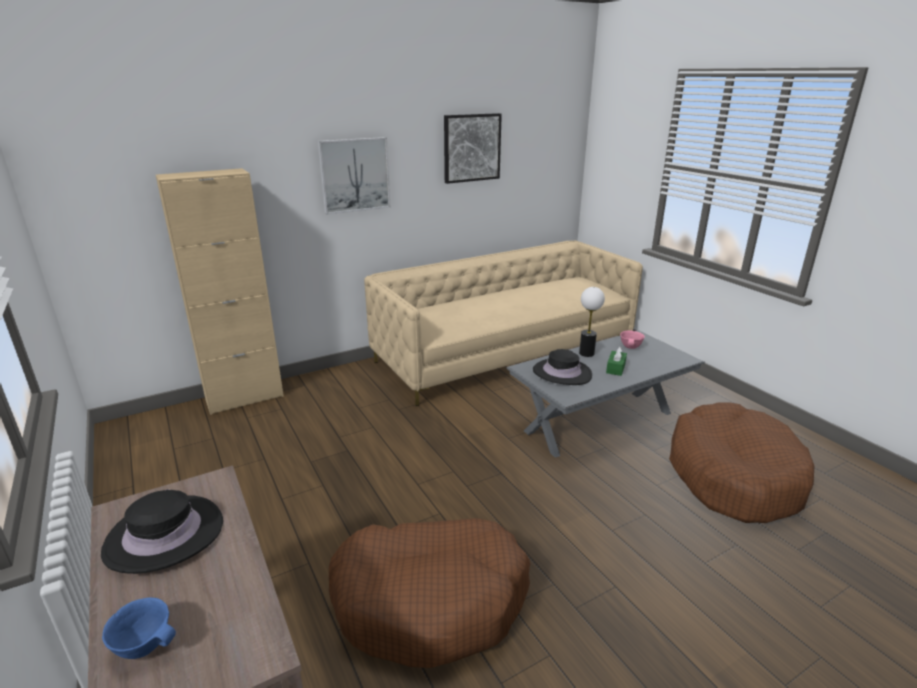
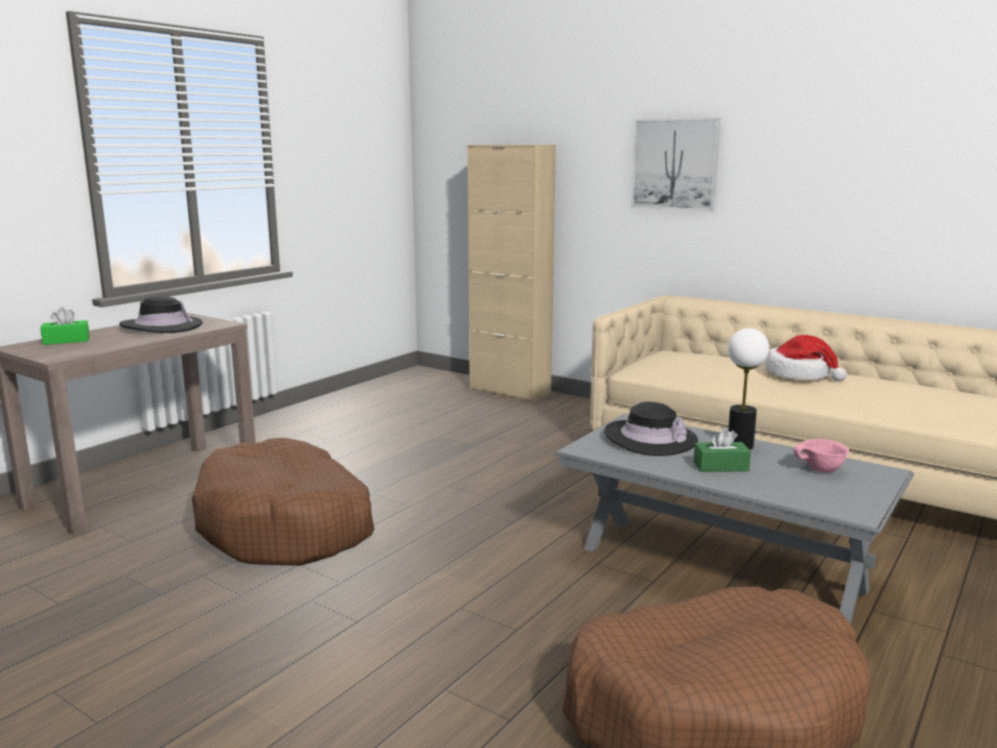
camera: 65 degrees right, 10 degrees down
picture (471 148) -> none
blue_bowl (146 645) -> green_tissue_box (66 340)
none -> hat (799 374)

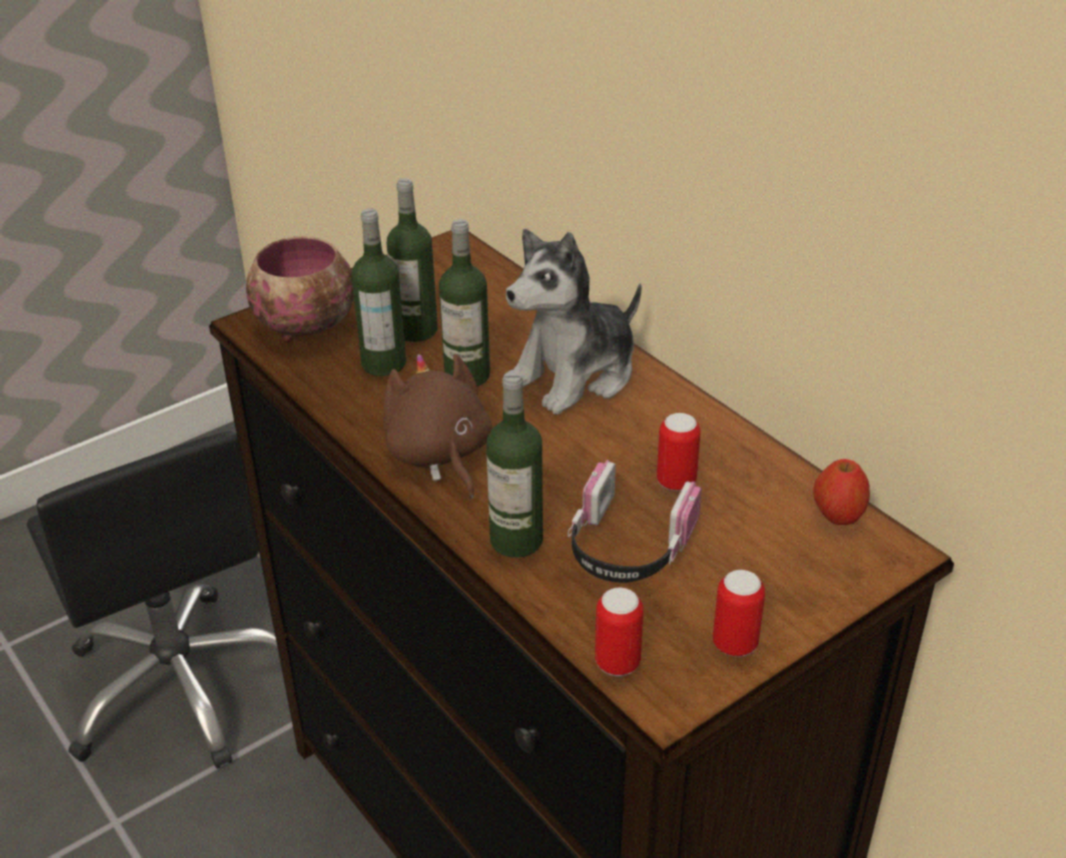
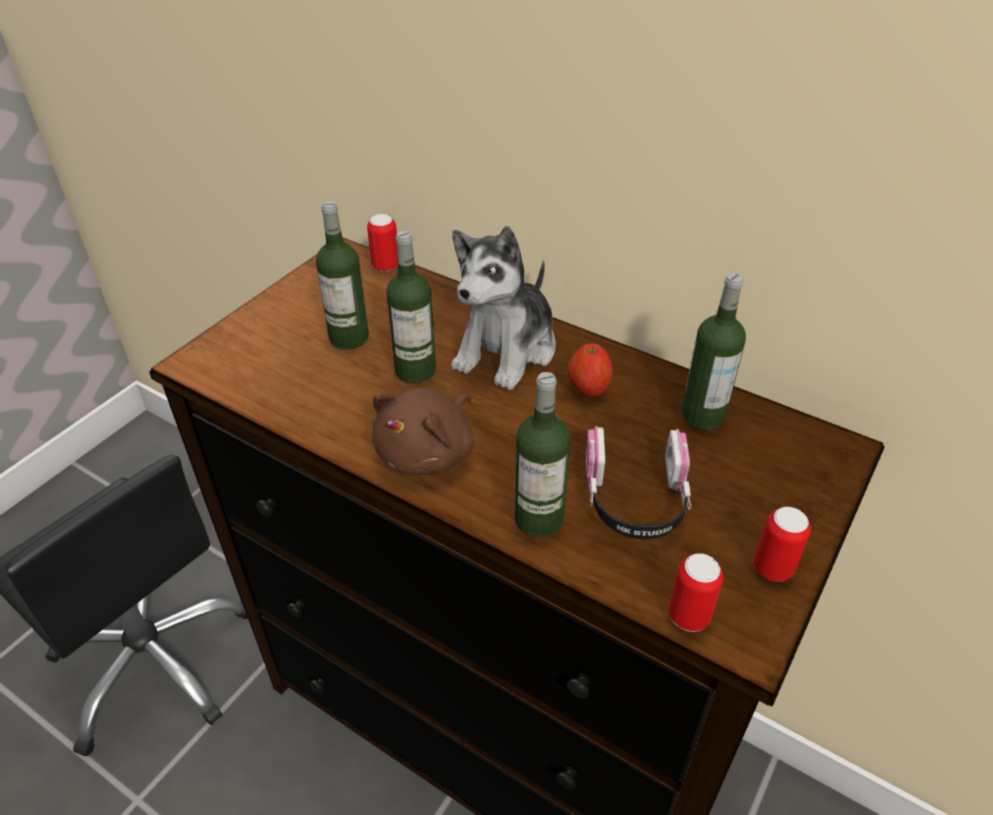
camera: 20 degrees left, 5 degrees up
bottle (384 363) -> bottle (702 415), shifted
bowl (309 326) -> none
brown_plush_toy (439 455) -> brown_plush_toy (428 452), 105 degrees counterclockwise
can (676 482) -> can (385 266), shifted
apple (838 516) -> apple (588 389), shifted

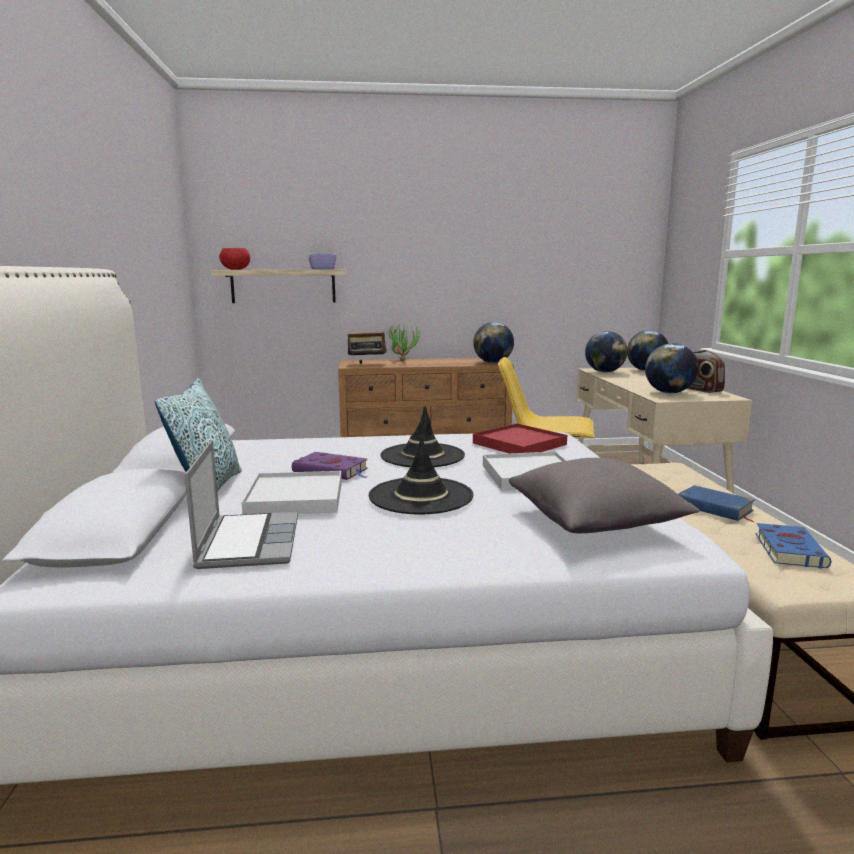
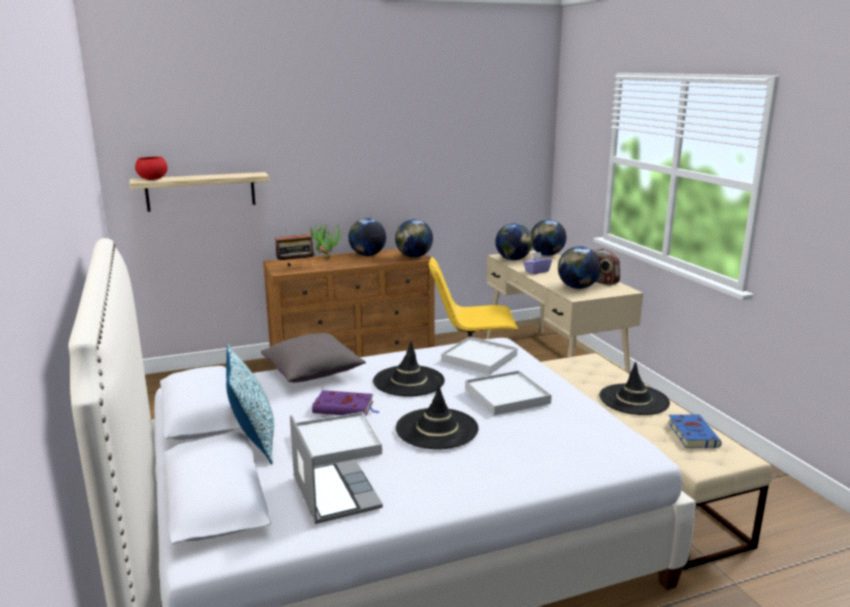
camera: 15 degrees left, 5 degrees up
purple_tissue_box (322 269) -> purple_tissue_box (537 271), shifted
red_tray (519 444) -> white_tray (479 358)
grey_pillow (595 522) -> grey_pillow (313 373), shifted
blue_book (714 508) -> black_hat (634 400)
none -> globe (367 255)

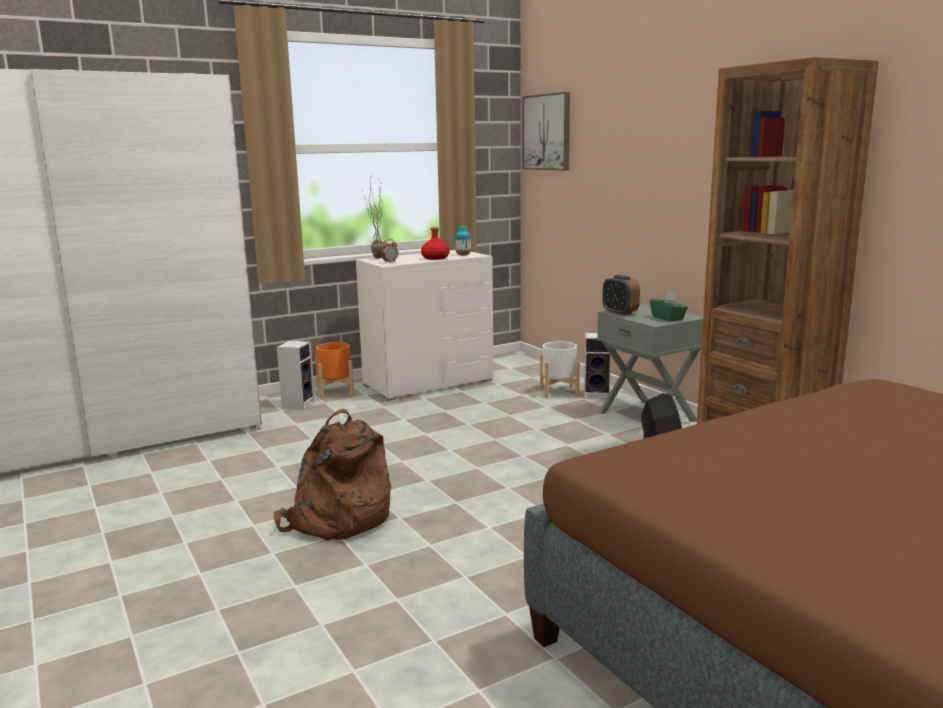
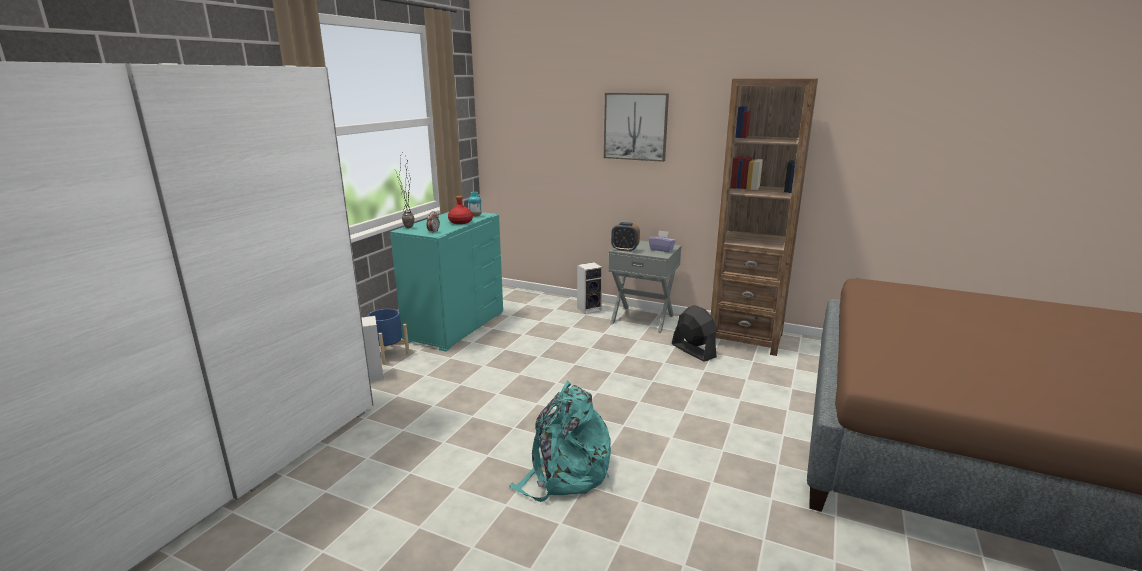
camera: 35 degrees left, 5 degrees up
picture (547 132) -> picture (635 126), shifted
white_dresser (428 382) -> turquoise_dresser (454 326)
green_tissue_box (668 318) -> purple_tissue_box (661 249)
white_planter (559 392) -> none
orange_planter (335 392) -> blue_planter (388 354)
brown_backpack (337 519) -> turquoise_backpack (564 472)

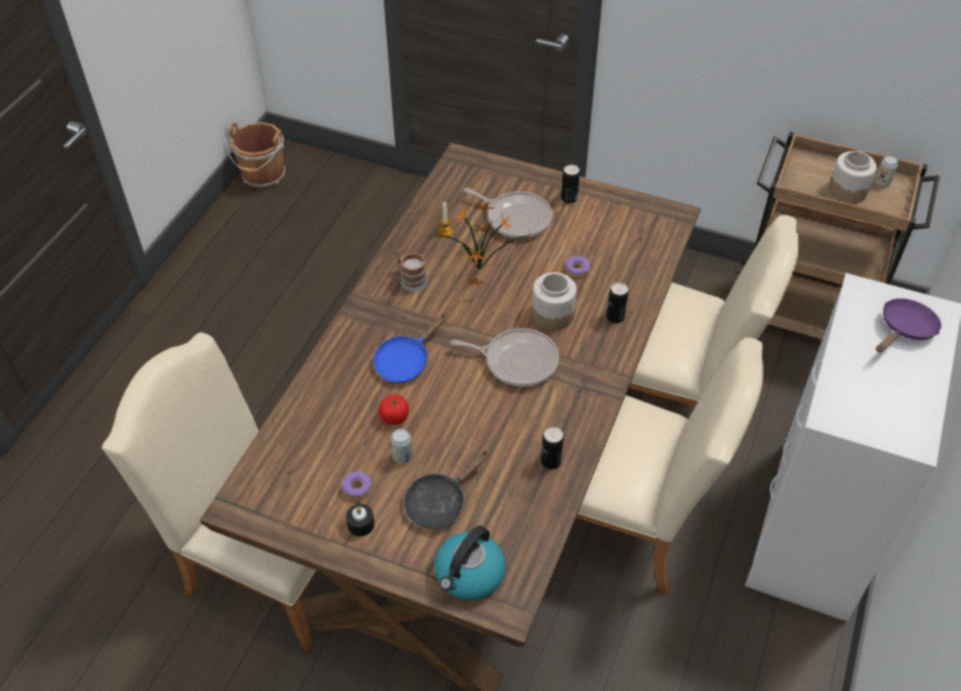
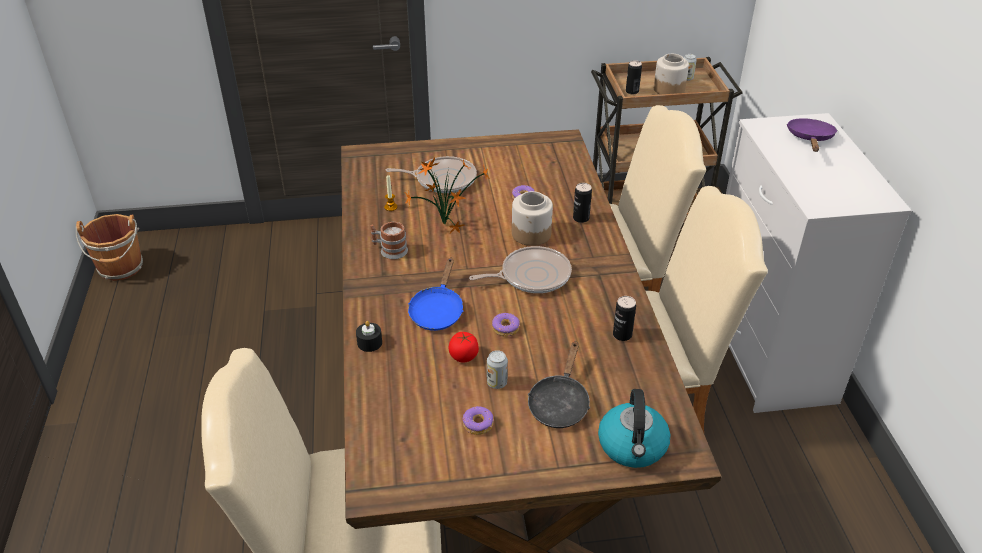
camera: 30 degrees left, 10 degrees down
can (569 198) -> can (632 91), shifted
black_candle (361 524) -> black_candle (369 343), shifted
none -> donut (506 328)

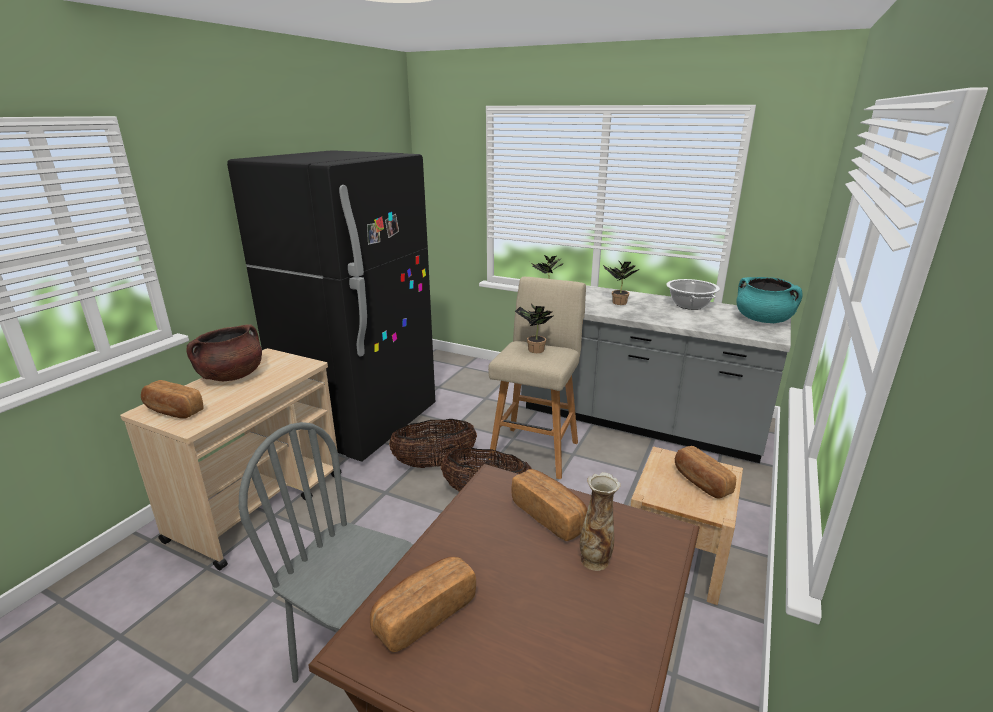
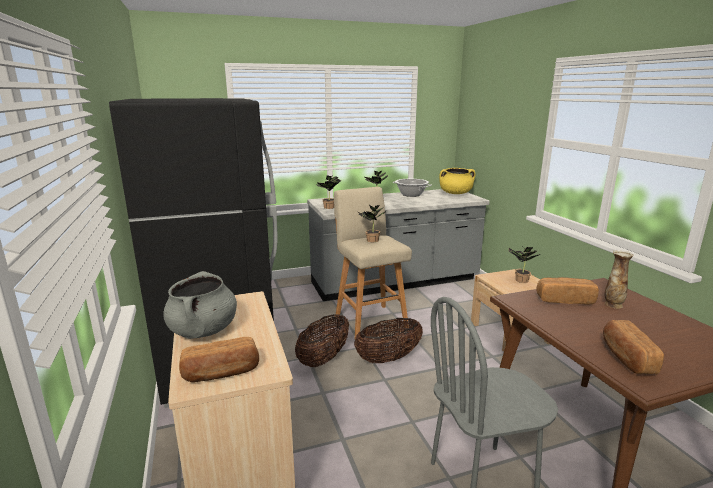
camera: 45 degrees left, 5 degrees down
turquoise_cooking_pot (763 320) -> yellow_cooking_pot (455 193)
brown_cooking_pot (231 376) -> grey_cooking_pot (203 330)
bread (700 482) -> potted_plant (520 280)

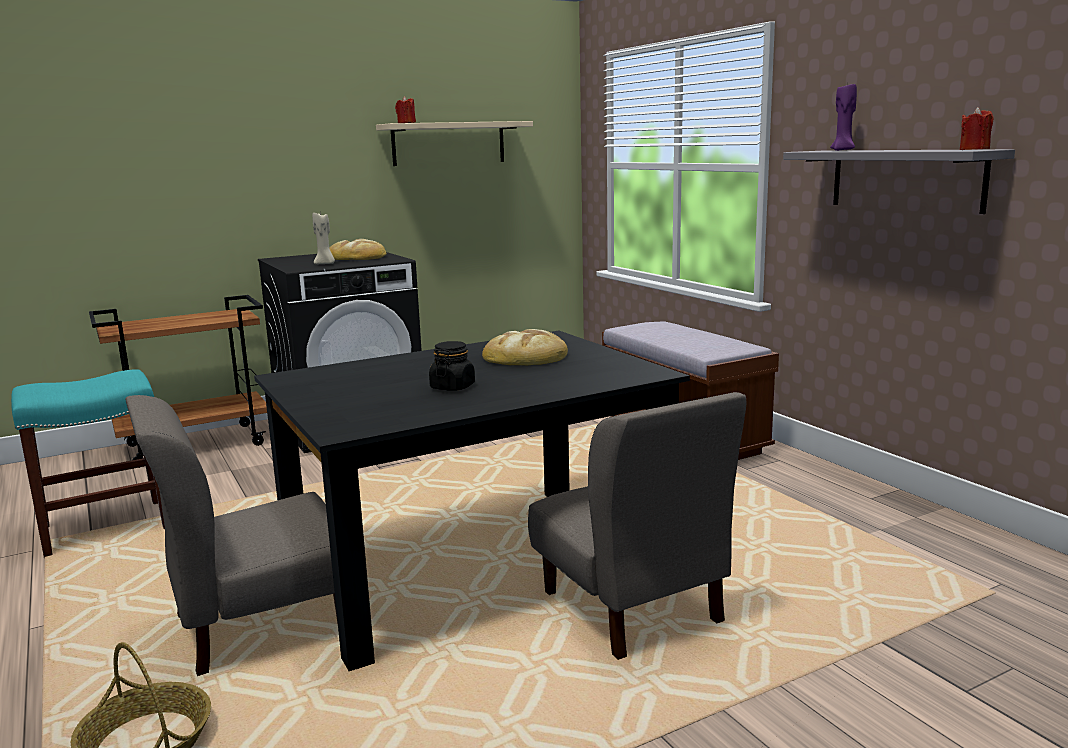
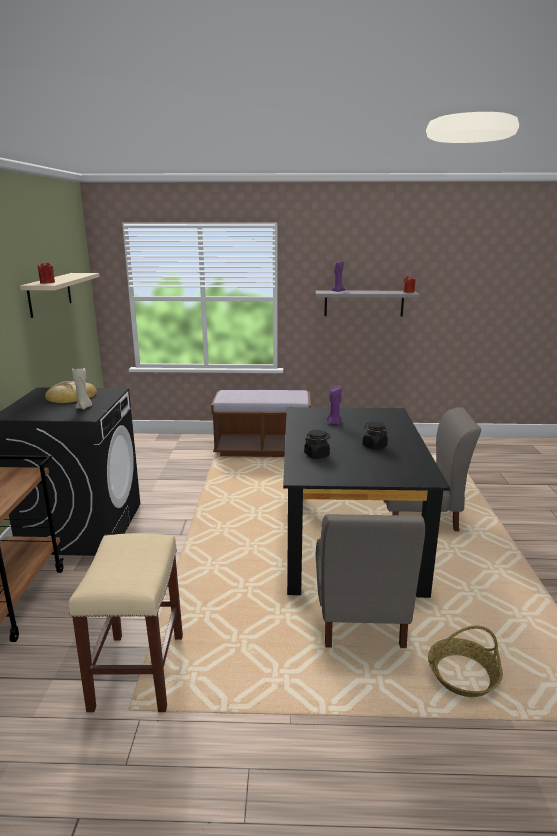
camera: 60 degrees left, 5 degrees up
bread (526 356) -> purple_candle (334 423)
turquoise_stool (107 526) -> beige_stool (138 670)
none -> black_jar (317 455)

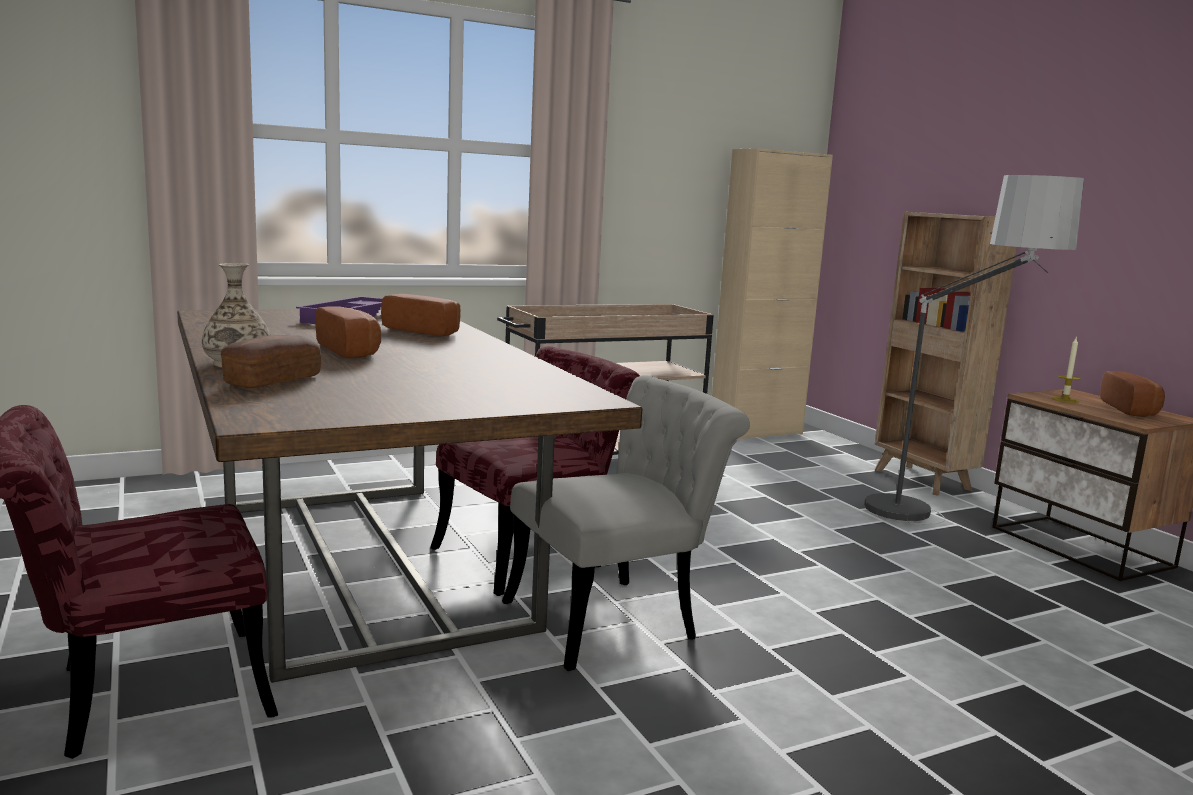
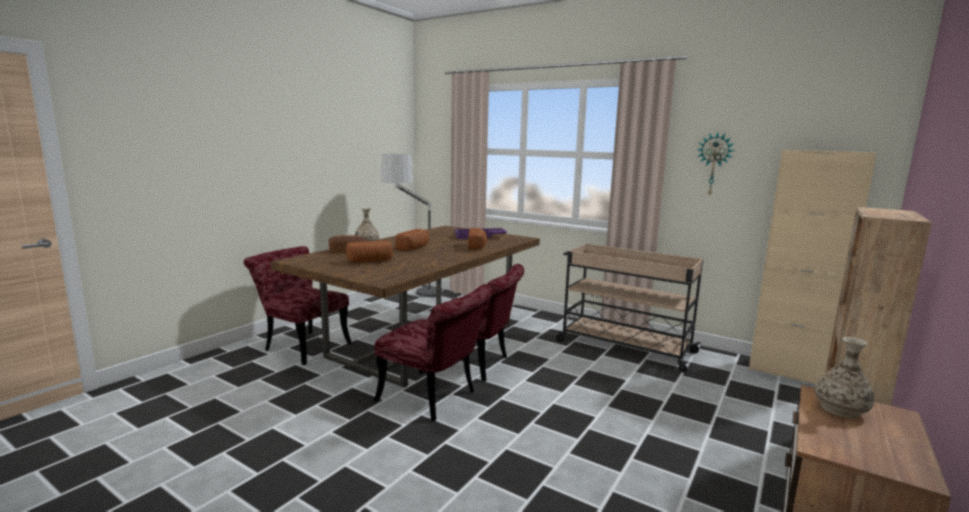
camera: 60 degrees right, 0 degrees up
floor_lamp (938 530) -> floor_lamp (416 299), shifted
candle (1065 400) -> vase (840 409)
bread (1132 409) -> bread (370 261), shifted
grey_chair (617 617) -> red_chair (435 398)
none -> wall_clock (714 164)

